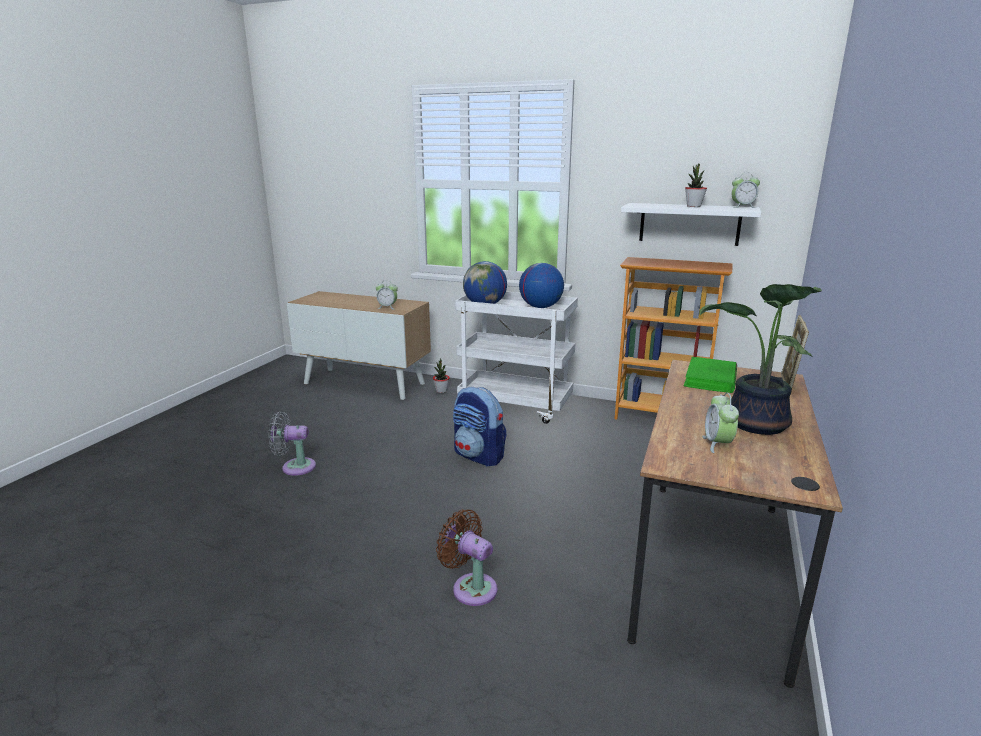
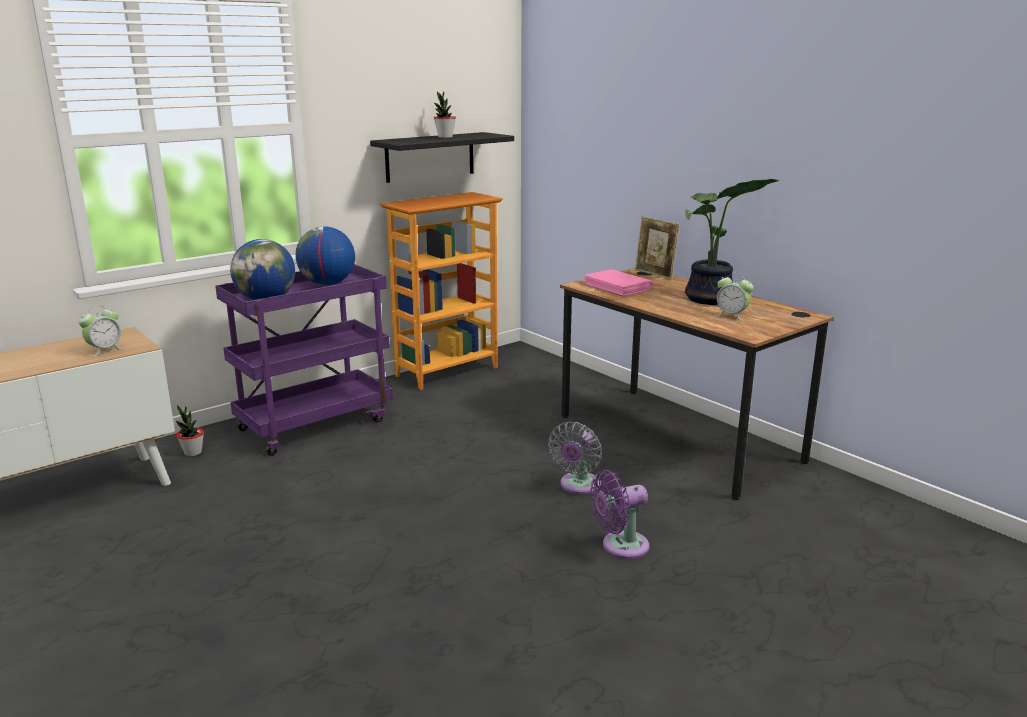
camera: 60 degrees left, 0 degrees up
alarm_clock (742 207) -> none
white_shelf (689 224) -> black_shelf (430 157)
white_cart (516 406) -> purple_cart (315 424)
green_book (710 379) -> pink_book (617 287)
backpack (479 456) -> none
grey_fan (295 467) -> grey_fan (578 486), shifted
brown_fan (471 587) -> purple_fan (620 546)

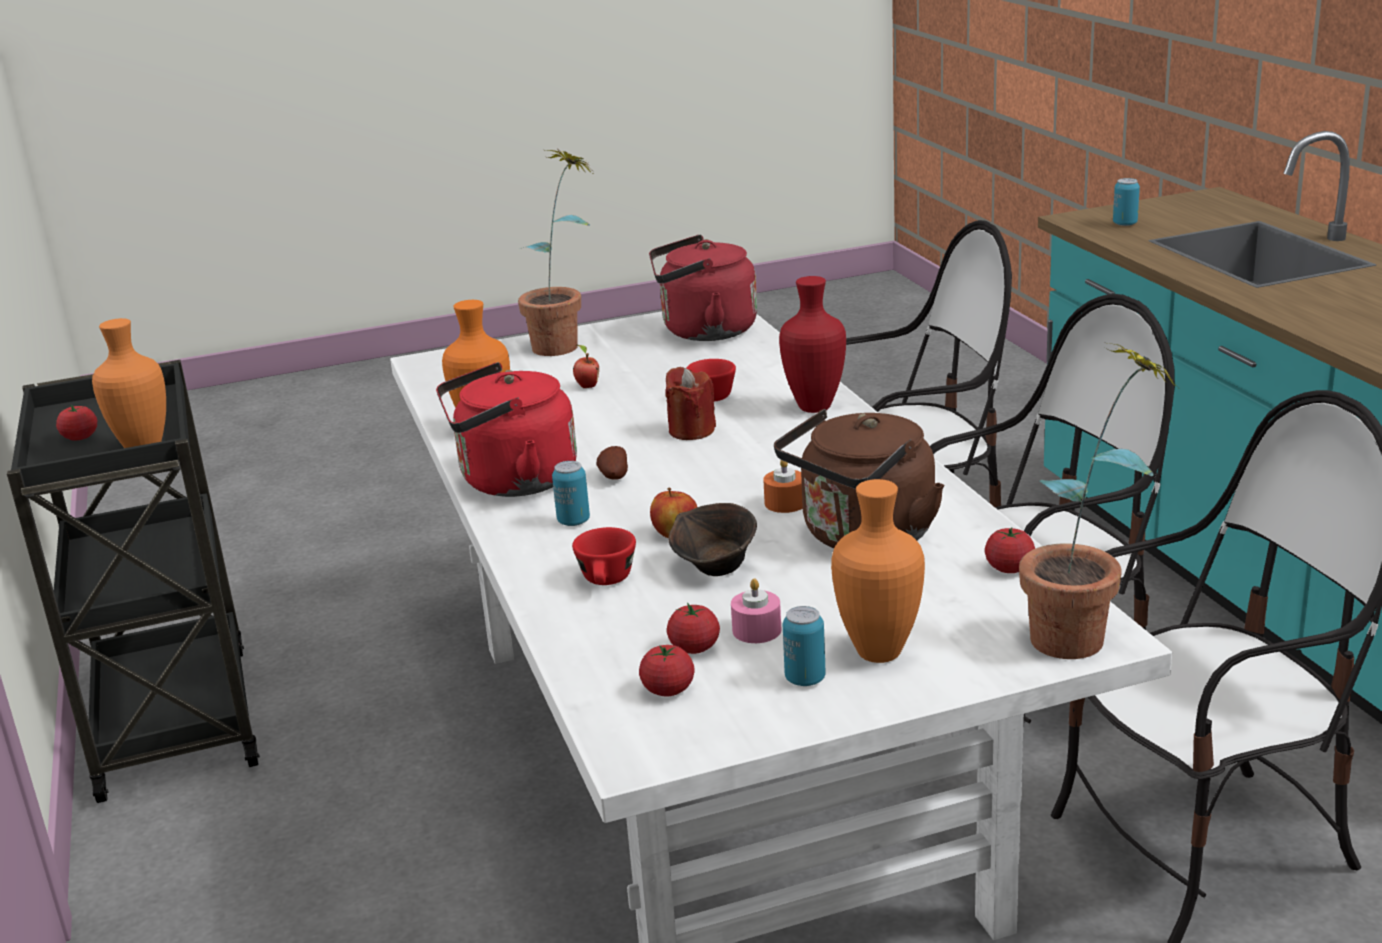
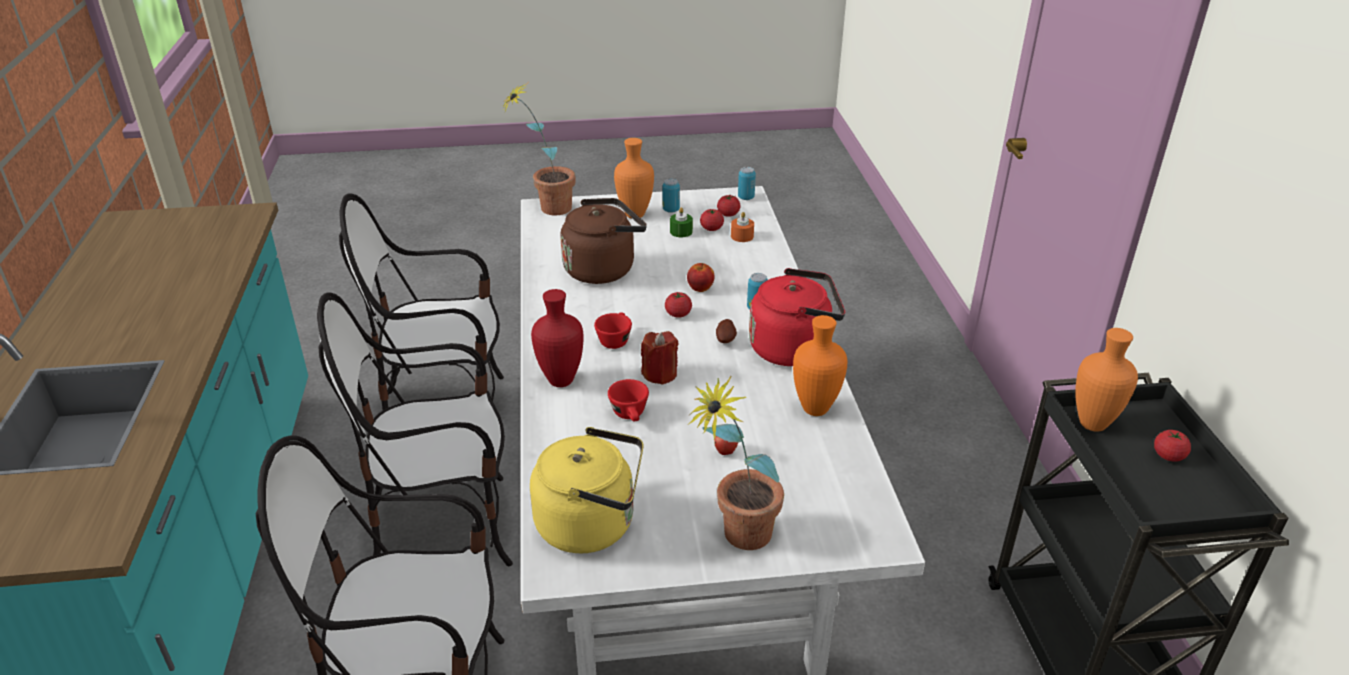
camera: 170 degrees left, 10 degrees up
can (1125 224) -> can (746 197), shifted
red_kettle (703 332) -> yellow_kettle (592 524)
orange_candle (785 503) -> orange_candle (742 236), shifted
brown_bowl (716 569) -> none
red_cup (607 582) -> red_cup (615 339), shifted
tomato (1009 568) -> tomato (678 314), shifted
pink_candle (756 630) -> green_candle (681 231)

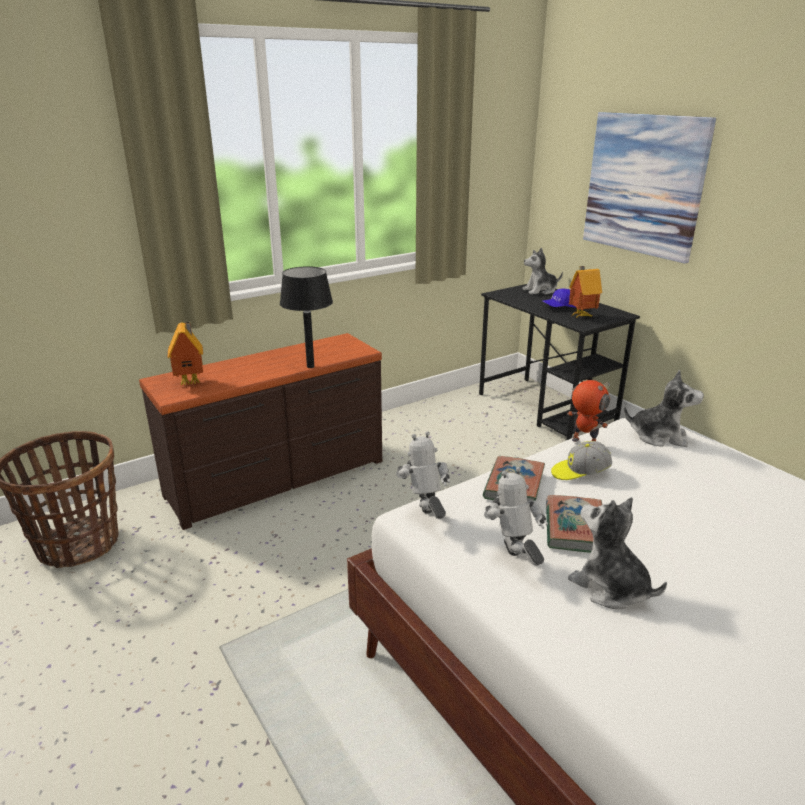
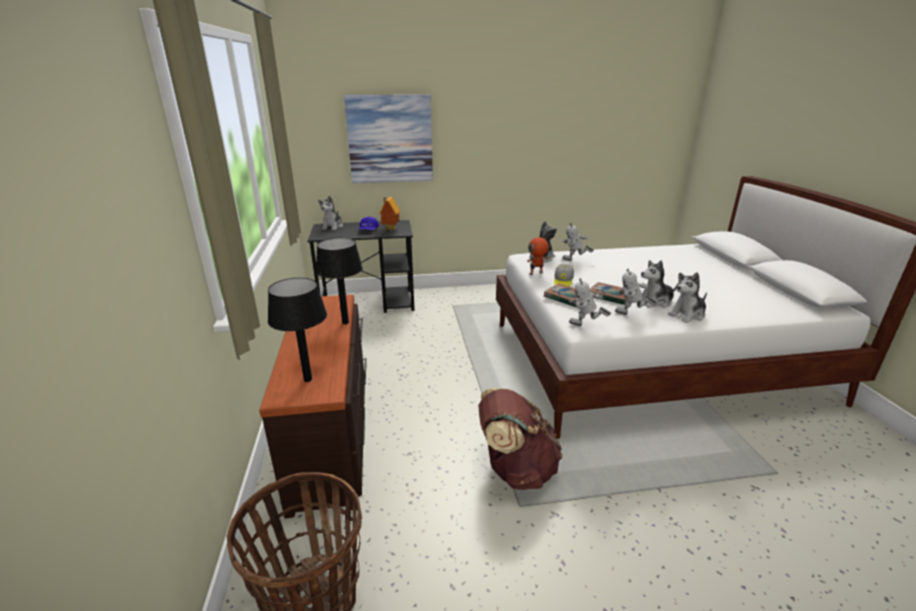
camera: 65 degrees left, 0 degrees up
toy_house (191 382) -> black_table_lamp (308 379)
none -> toy_robot (574 261)
none -> plush_toy (687 315)
none -> brown_backpack (515 469)

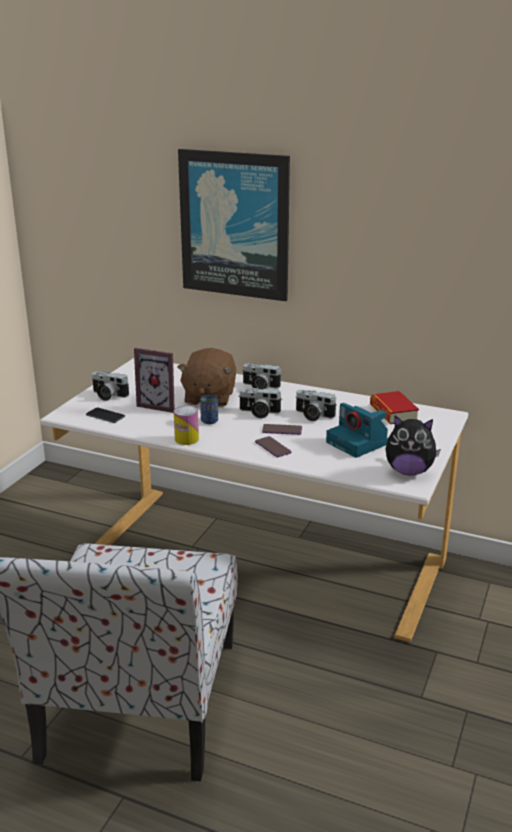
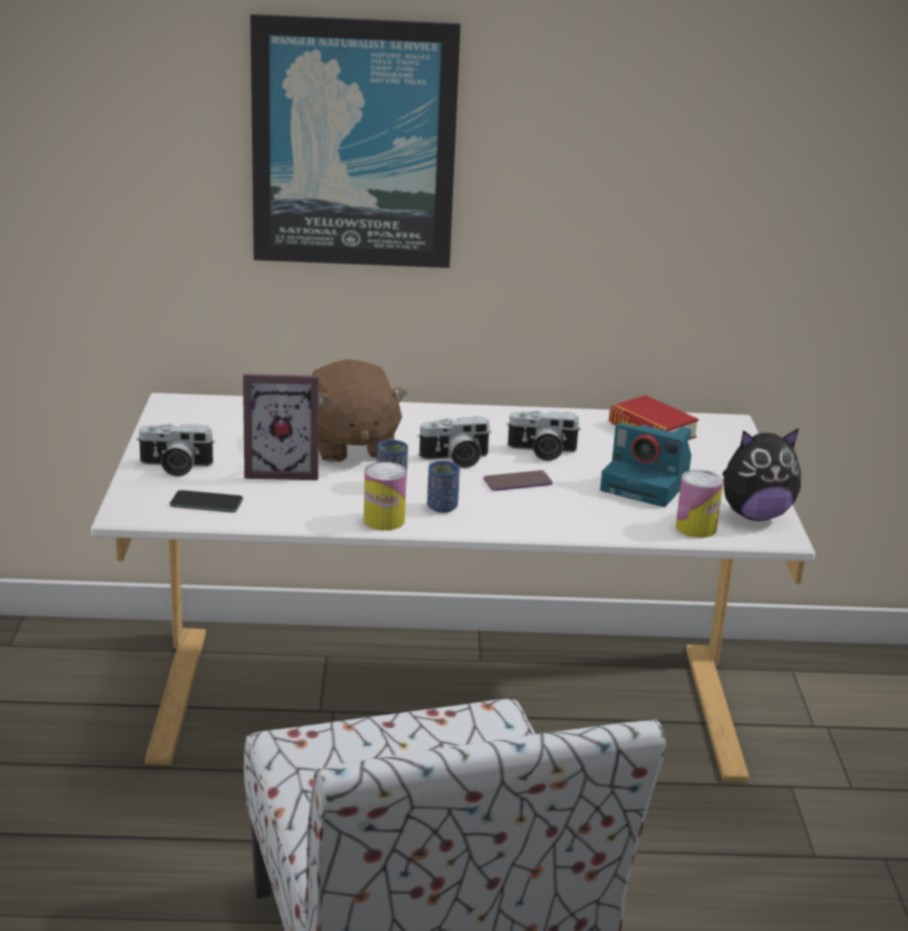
camera: 25 degrees left, 0 degrees up
photo_camera (259 387) -> none
phone (273 447) -> none
none -> blue_cup (442 507)
none -> can (696 527)

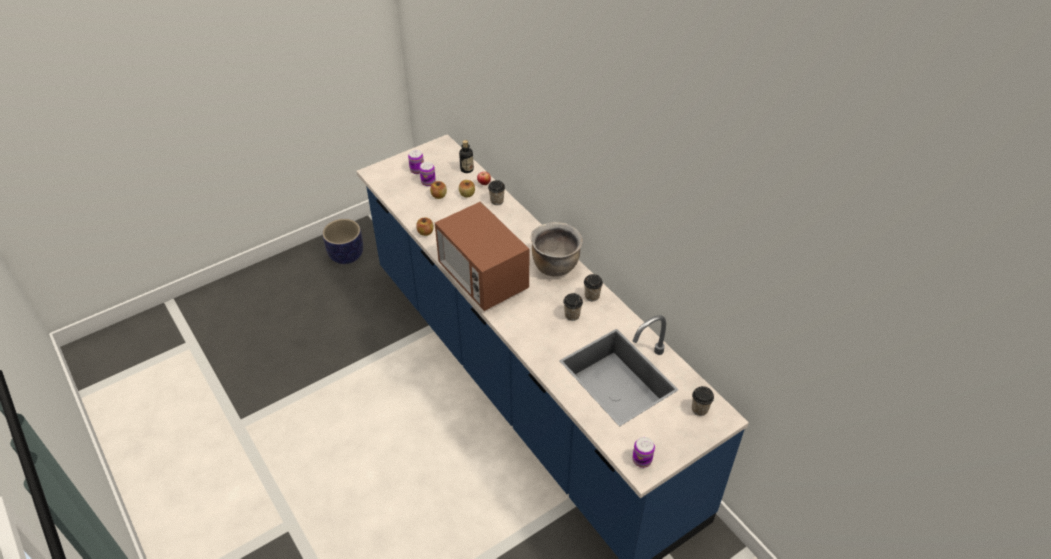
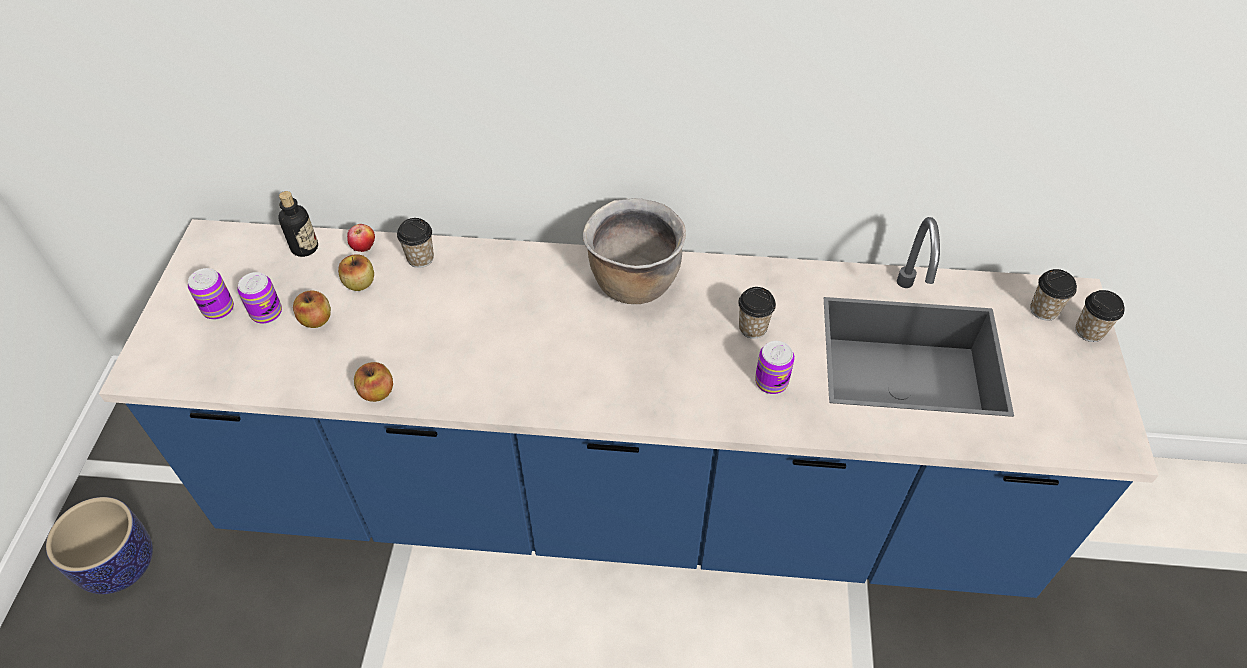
camera: 50 degrees left, 5 degrees up
microwave (482 278) -> none
cup (592 296) -> cup (1089 331), shifted
can (642 460) -> can (771 382), shifted

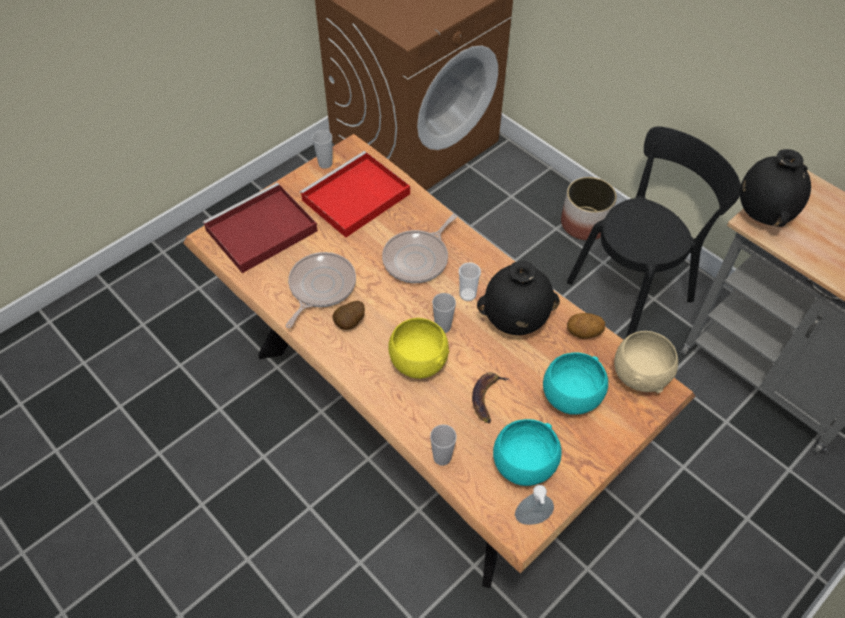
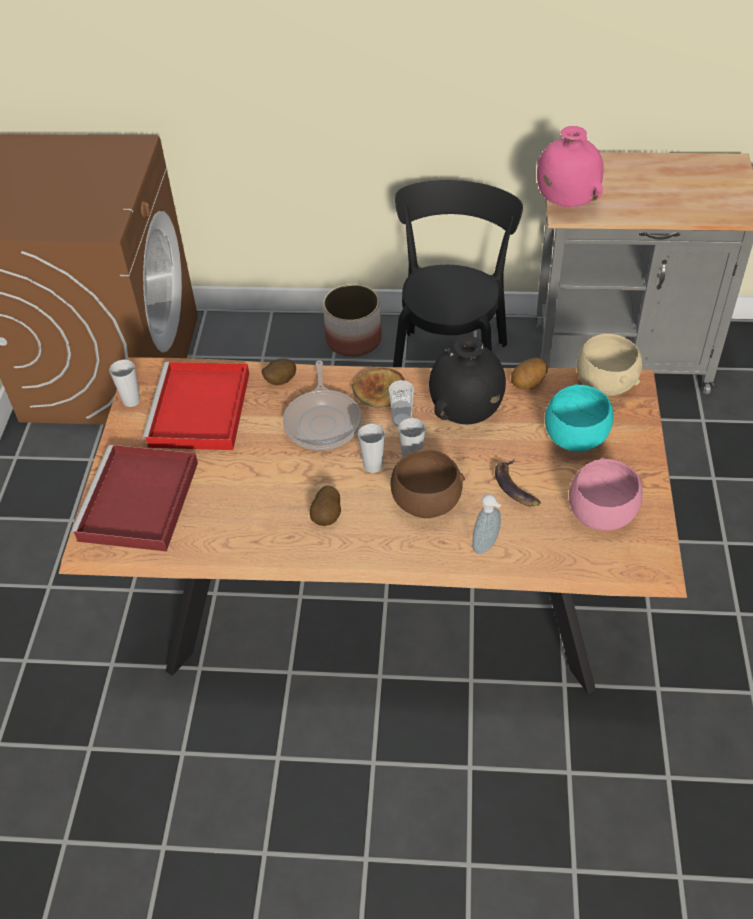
camera: 40 degrees left, 5 degrees down
black_vase (762 215) -> pink_vase (565 203)
frying_pan (320 287) -> none
yellow_bowl (417 361) -> brown_bowl (424 503)
turquoise_bowl (523 465) -> pink_bowl (601 515)
cup (442 457) -> cup (373 466), shifted
soap_dispenser (532 520) -> soap_dispenser (487 546), shifted
none -> potato (279 381)
none -> bread (380 391)

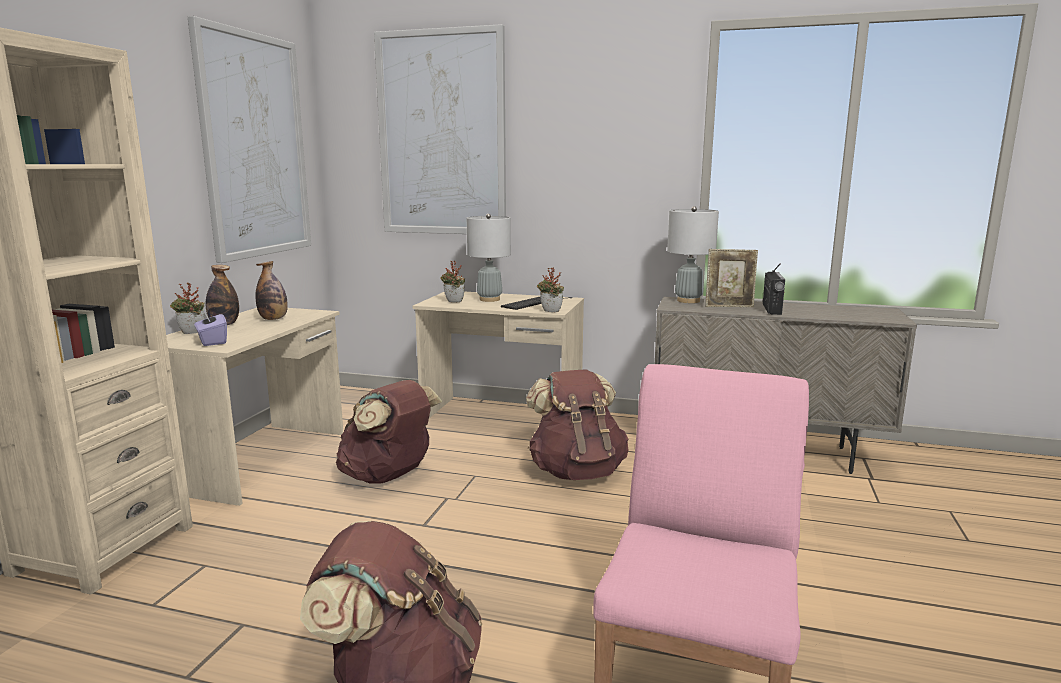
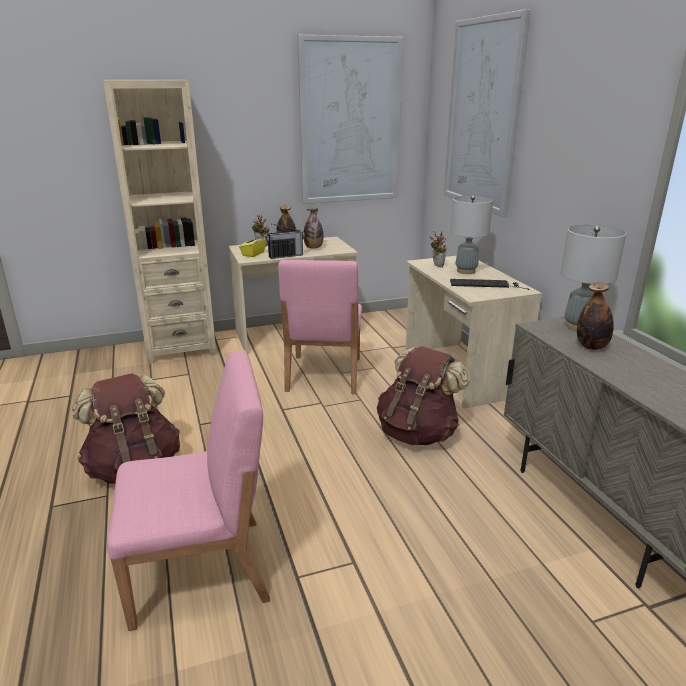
camera: 55 degrees right, 10 degrees up
picture_frame (729 306) -> bottle (591 346)
radio (772 309) -> radio (285 256), shifted
potted_plant (550 311) -> none
purple_tissue_box (212 341) -> yellow_tissue_box (253 254)
brown_backpack (389 476) -> pink_chair (323 375)

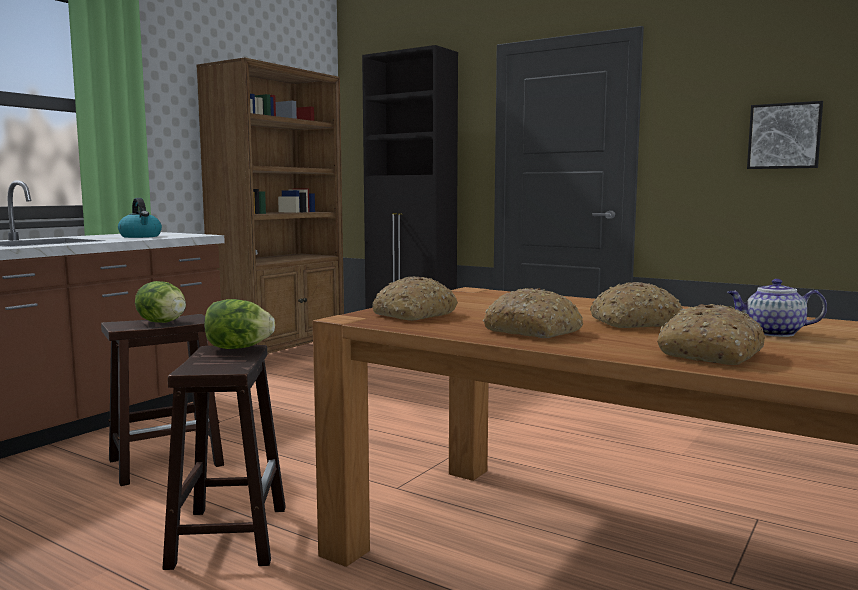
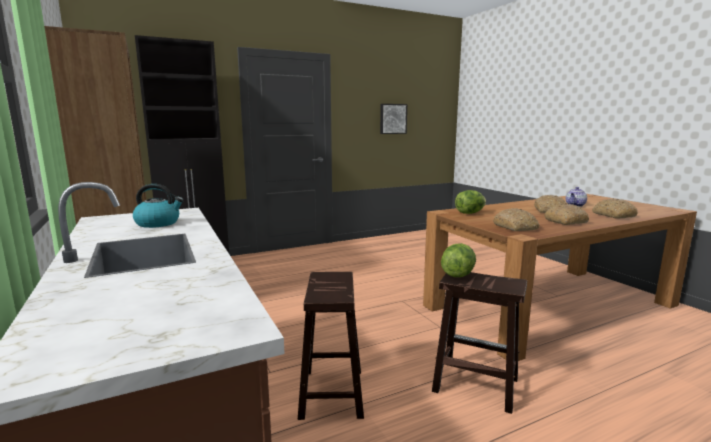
camera: 60 degrees left, 5 degrees up
lettuce (162 322) -> lettuce (469 213), shifted

